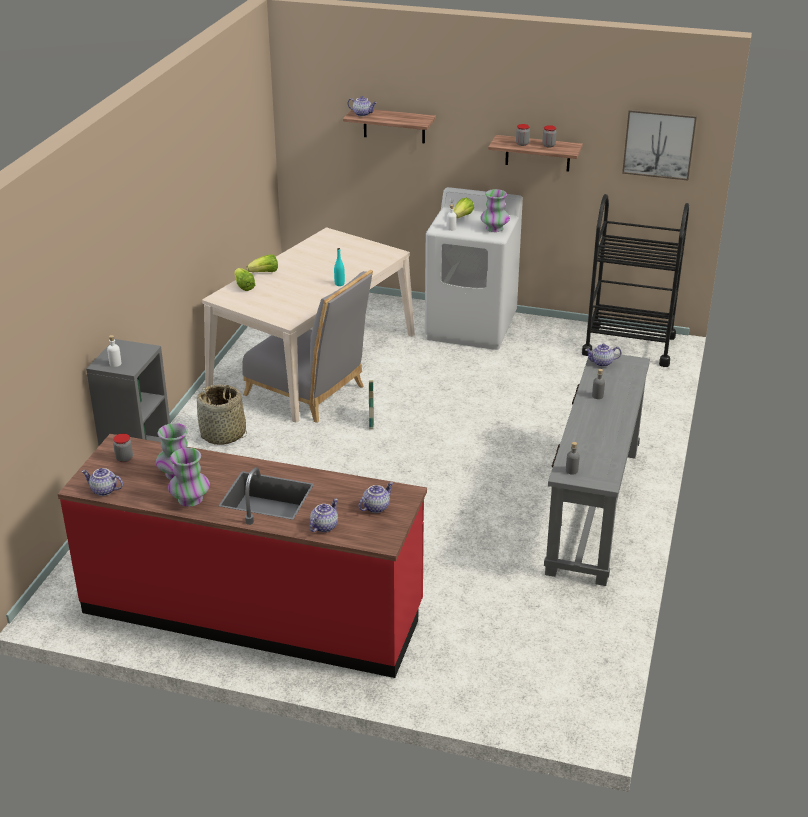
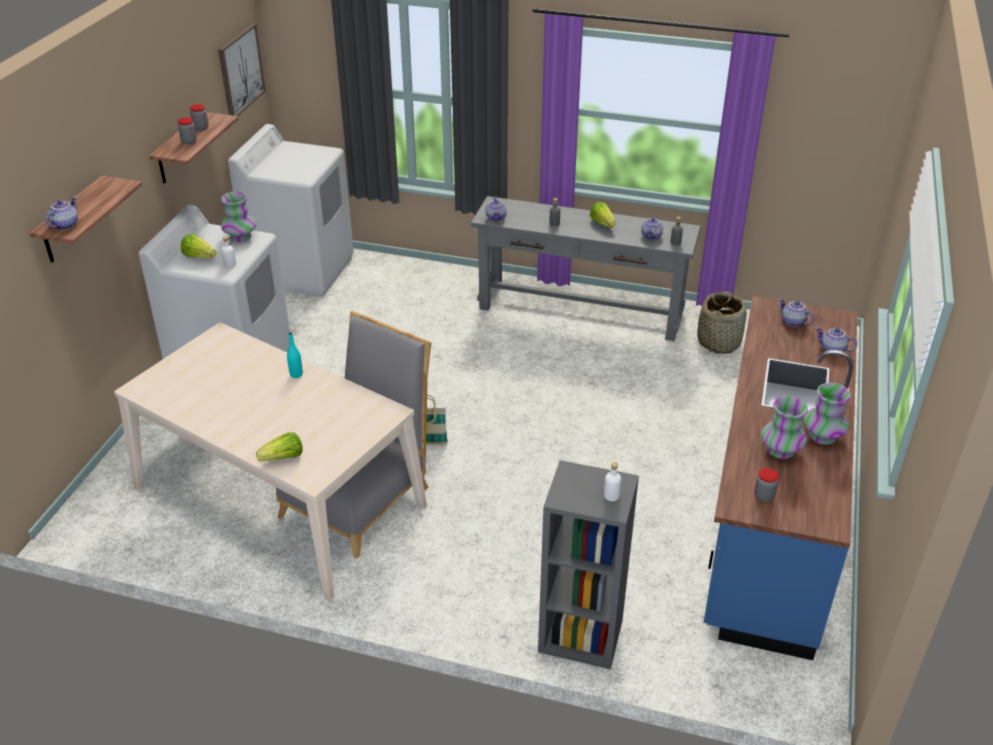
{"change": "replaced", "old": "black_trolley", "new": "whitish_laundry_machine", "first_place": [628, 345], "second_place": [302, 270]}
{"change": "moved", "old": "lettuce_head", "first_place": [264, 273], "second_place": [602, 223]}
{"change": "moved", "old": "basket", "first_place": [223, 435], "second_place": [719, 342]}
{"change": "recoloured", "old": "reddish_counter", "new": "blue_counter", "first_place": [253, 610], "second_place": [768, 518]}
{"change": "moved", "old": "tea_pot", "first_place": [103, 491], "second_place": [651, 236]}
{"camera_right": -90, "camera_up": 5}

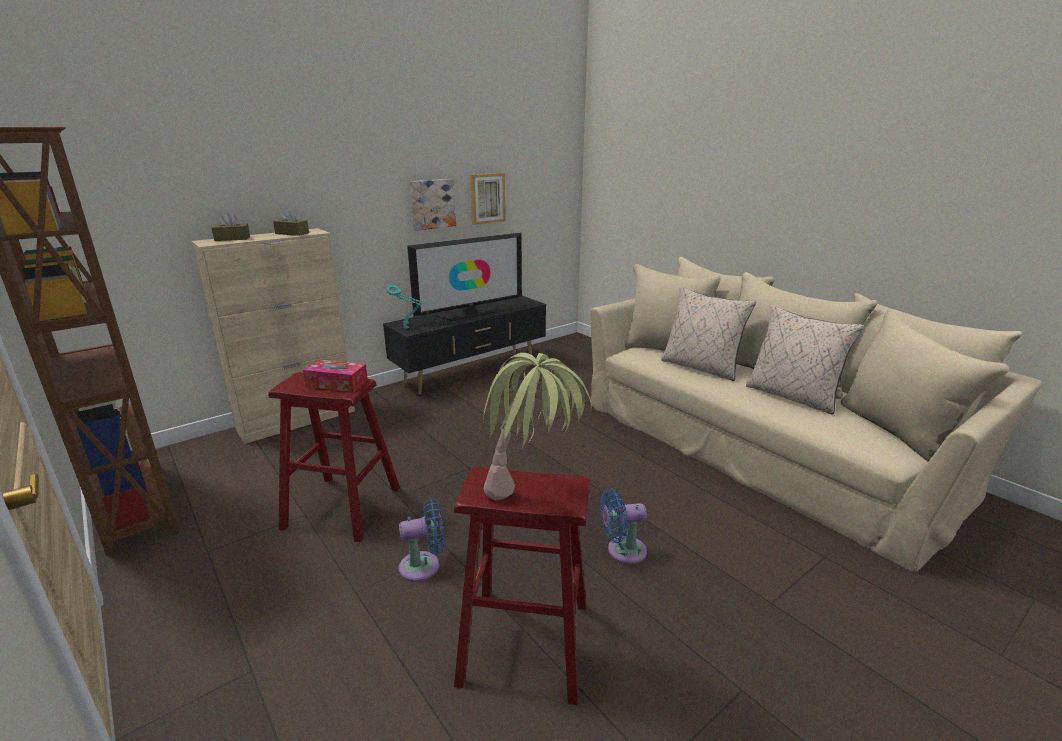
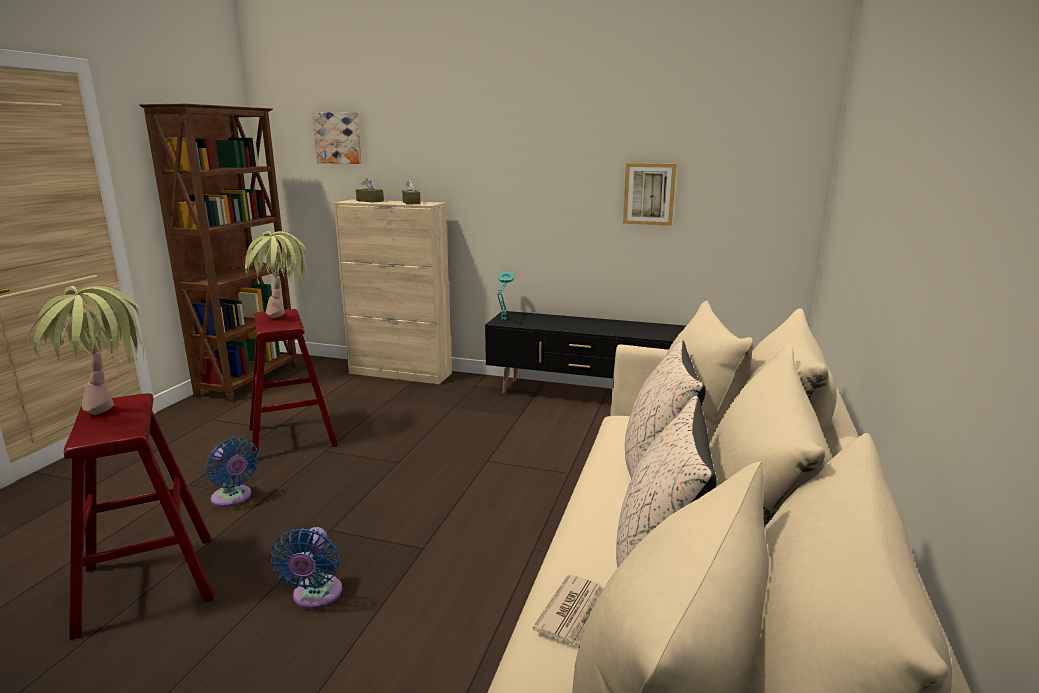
{"change": "moved", "old": "wall_picture", "first_place": [432, 204], "second_place": [338, 138]}
{"change": "removed", "old": "TV", "first_place": [470, 313]}
{"change": "replaced", "old": "box_of_tissues", "new": "houseplant", "first_place": [337, 383], "second_place": [283, 321]}
{"change": "turned", "old": "blue_fan", "first_place": [622, 551], "second_place": [315, 596], "degrees": -135}
{"change": "added", "new": "printed_paper", "second_place": [573, 612]}
{"camera_right": 55, "camera_up": -5}

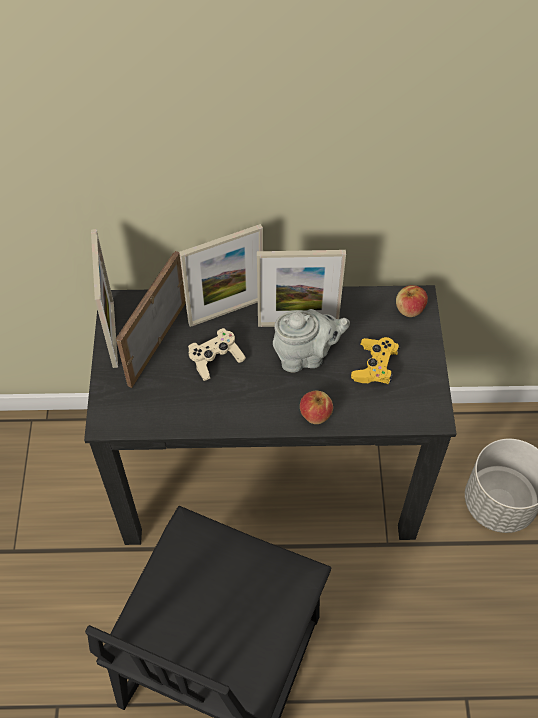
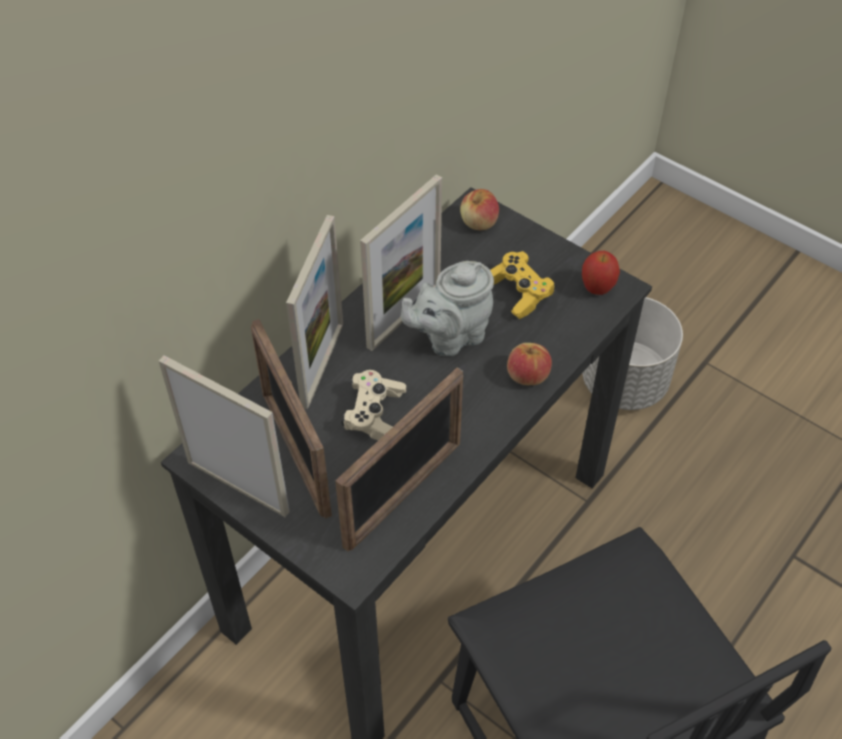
{"change": "turned", "old": "greyish_tea_pot", "first_place": [306, 356], "second_place": [450, 336], "degrees": -150}
{"change": "added", "new": "apple_fruit", "second_place": [597, 289]}
{"change": "added", "new": "picture_frame", "second_place": [404, 494]}
{"camera_right": -50, "camera_up": -5}

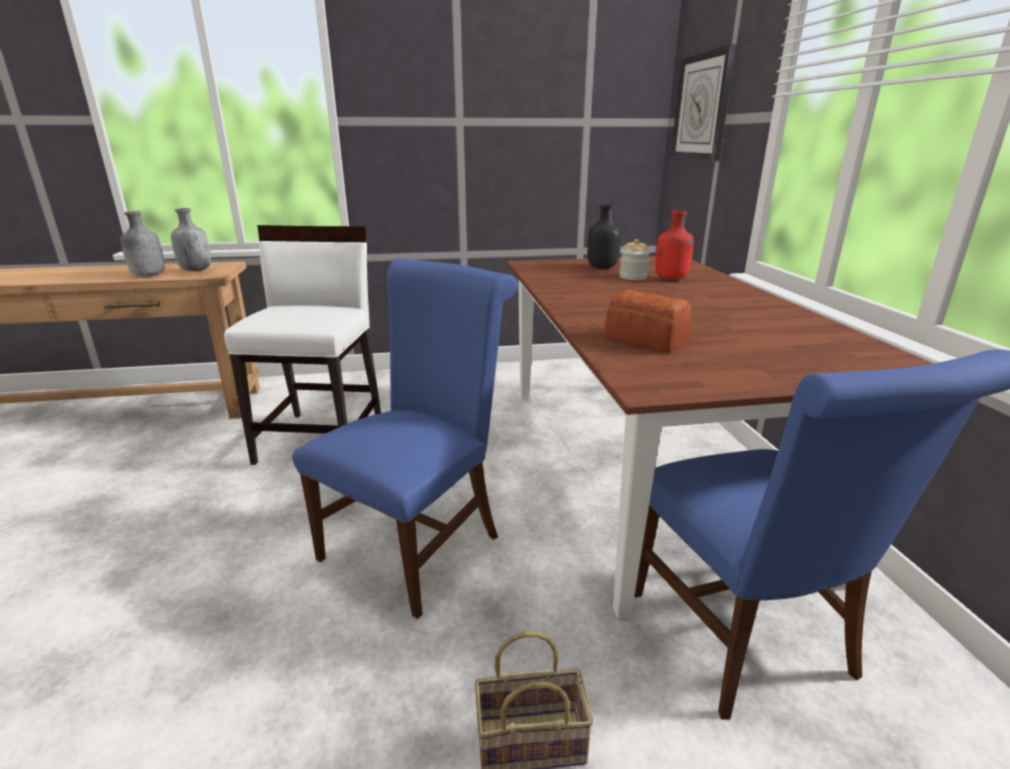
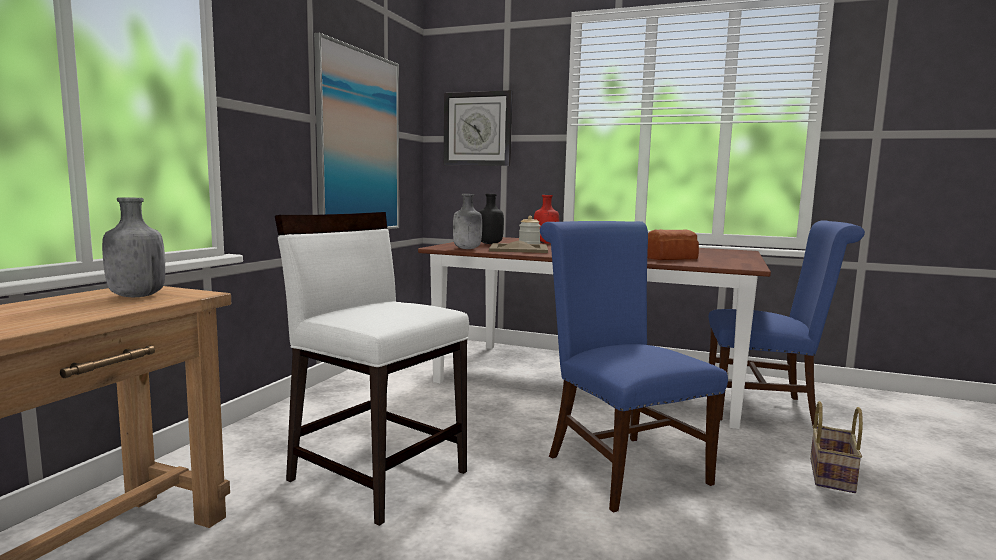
{"change": "moved", "old": "greyish_drink_bottle", "first_place": [148, 276], "second_place": [467, 249]}
{"change": "added", "new": "wall_picture", "second_place": [359, 142]}
{"change": "added", "new": "beige_serving_tray", "second_place": [518, 249]}
{"camera_right": -60, "camera_up": -15}

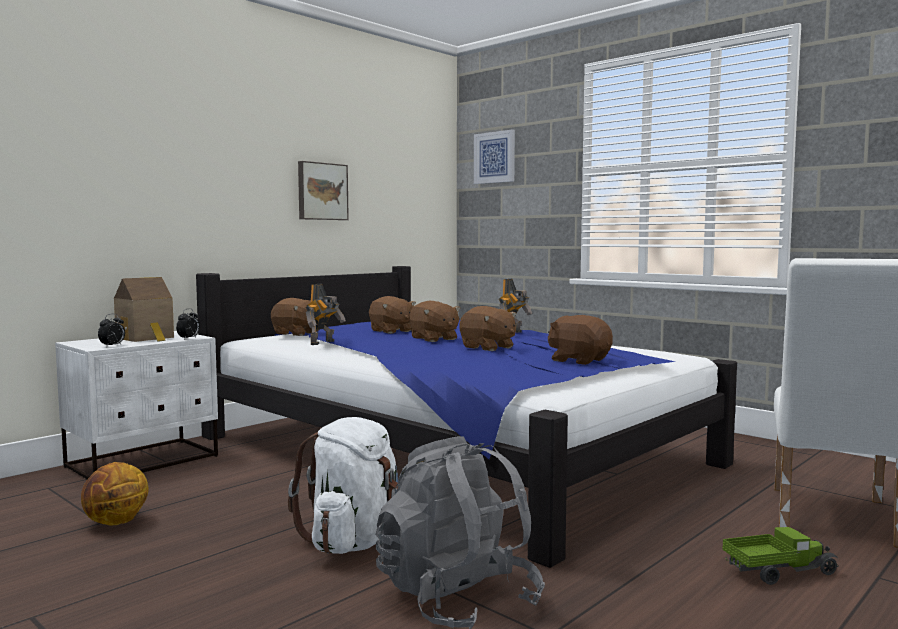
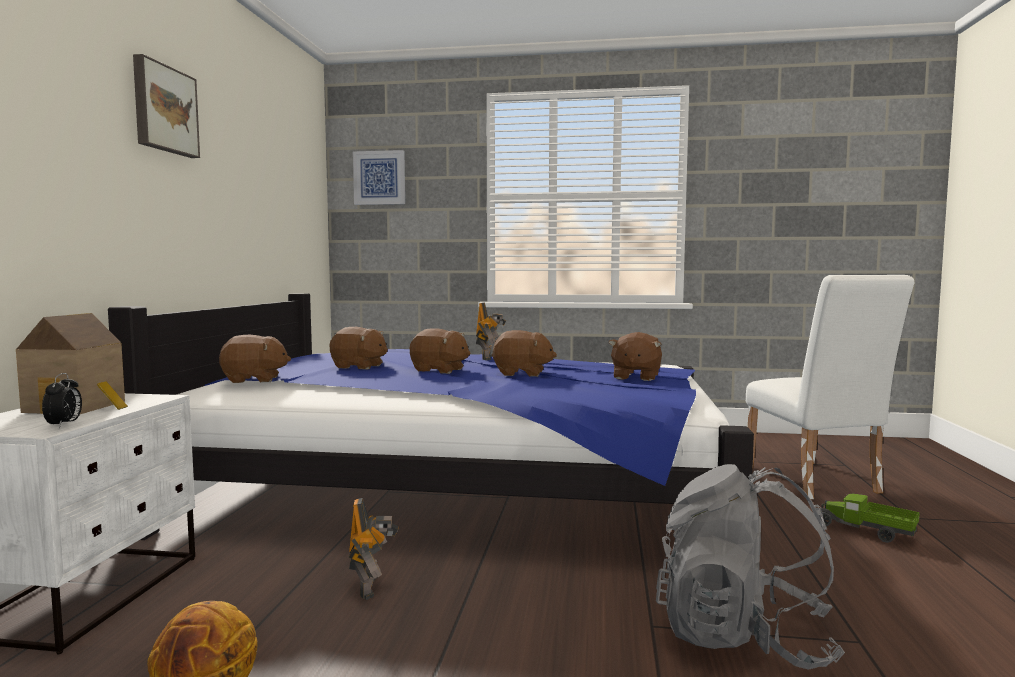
{"change": "moved", "old": "wall_picture", "first_place": [321, 191], "second_place": [164, 109]}
{"change": "moved", "old": "toy_robot", "first_place": [324, 343], "second_place": [371, 586]}
{"change": "removed", "old": "table_clock", "first_place": [189, 338]}
{"change": "turned", "old": "brown-coloured_cuddly_toy", "first_place": [579, 360], "second_place": [635, 377], "degrees": -75}
{"change": "removed", "old": "whitish_rucksack", "first_place": [353, 541]}
{"change": "turned", "old": "toy_truck", "first_place": [778, 572], "second_place": [865, 531], "degrees": -90}
{"camera_right": -35, "camera_up": 0}

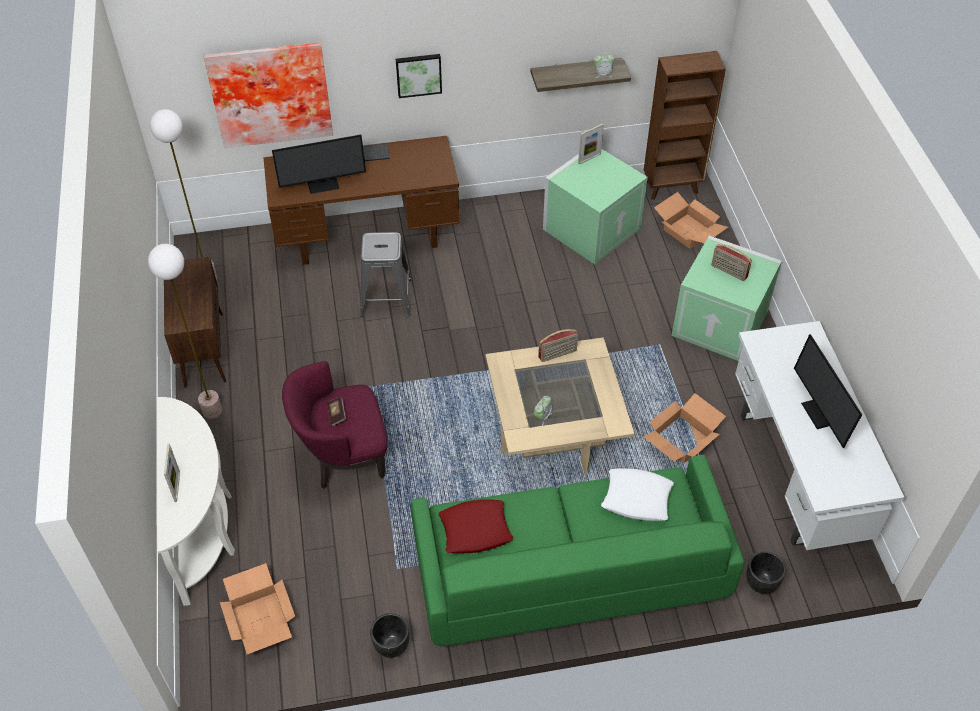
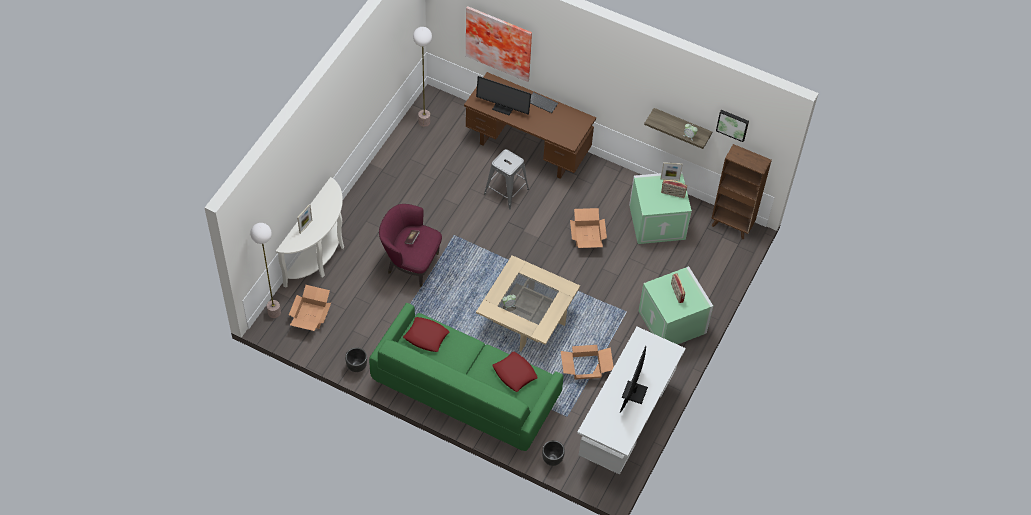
{"change": "moved", "old": "wall_picture", "first_place": [418, 74], "second_place": [733, 124]}
{"change": "moved", "old": "carton", "first_place": [689, 231], "second_place": [588, 236]}
{"change": "moved", "old": "floor_lamp", "first_place": [212, 410], "second_place": [274, 312]}
{"change": "removed", "old": "brown-coloured_cupboard", "first_place": [204, 349]}
{"change": "moved", "old": "radio", "first_place": [557, 354], "second_place": [673, 194]}
{"change": "recoloured", "old": "whitish_pillow", "new": "reddish_pillow", "first_place": [637, 498], "second_place": [514, 373]}
{"camera_right": 35, "camera_up": 5}

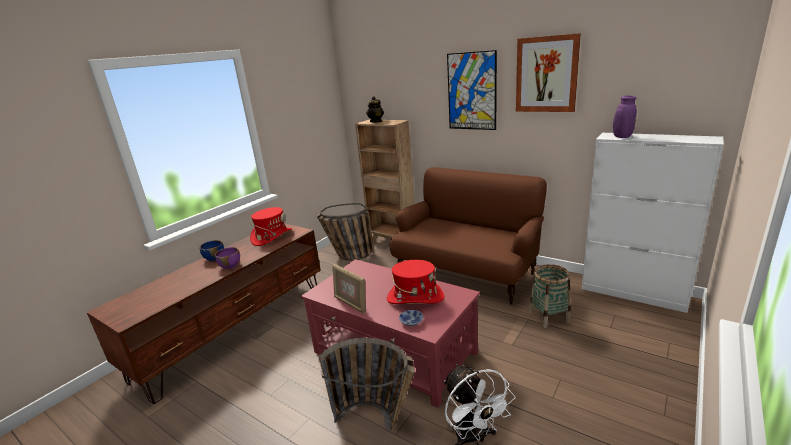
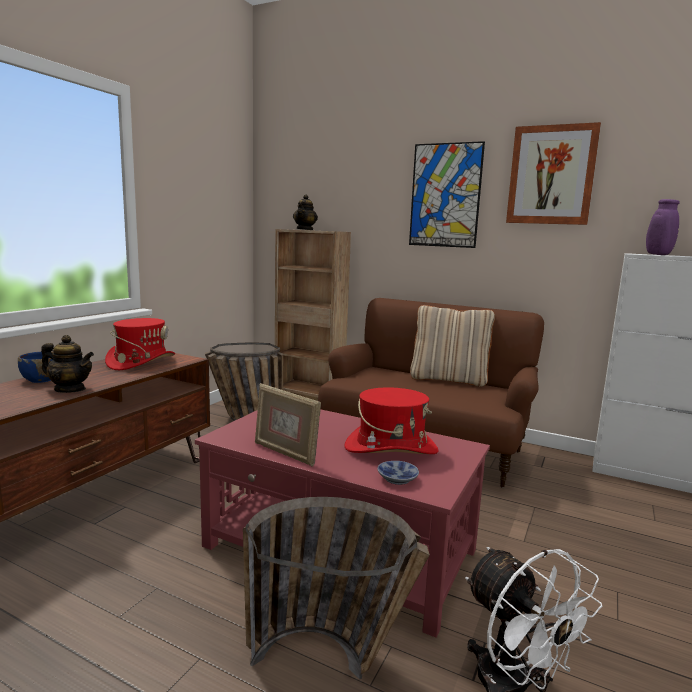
{"change": "replaced", "old": "purple-coloured_deep_dish", "new": "tea_pot", "first_place": [230, 265], "second_place": [70, 389]}
{"change": "removed", "old": "basket", "first_place": [549, 316]}
{"change": "added", "new": "beige_pillow", "second_place": [449, 379]}
{"camera_right": -10, "camera_up": -10}

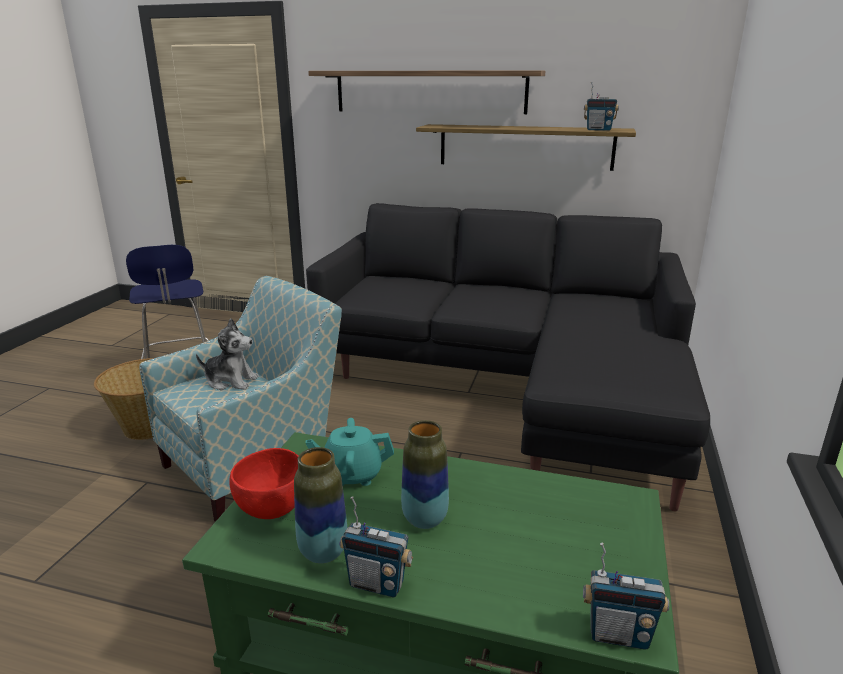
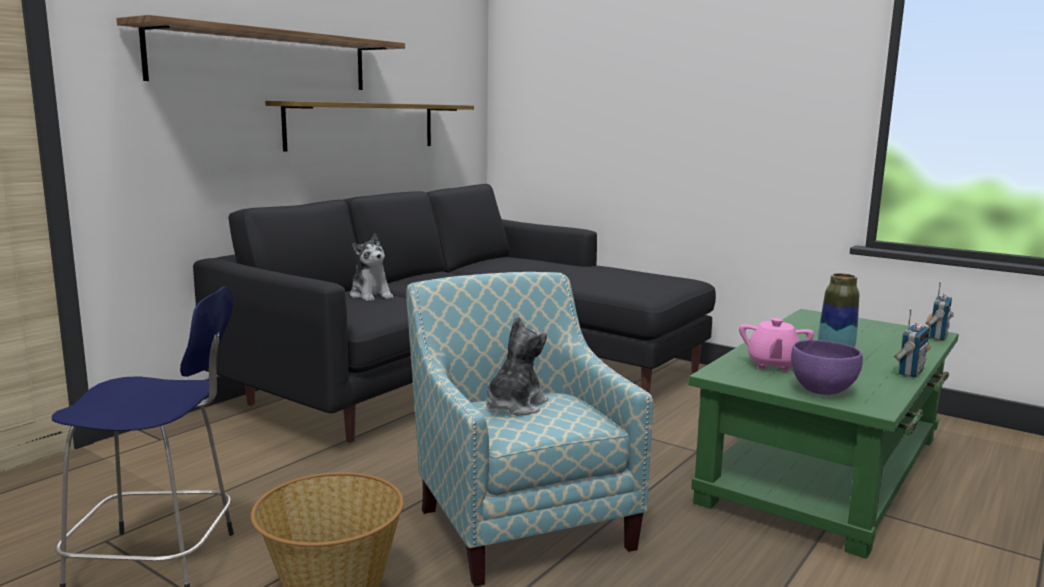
{"change": "removed", "old": "radio", "first_place": [598, 130]}
{"change": "recoloured", "old": "blue-green_tea_pot", "new": "pink-coloured_tea_pot", "first_place": [351, 475], "second_place": [772, 365]}
{"change": "removed", "old": "vase", "first_place": [323, 552]}
{"change": "recoloured", "old": "reddish_deep_dish", "new": "purple-coloured_deep_dish", "first_place": [271, 508], "second_place": [822, 390]}
{"change": "added", "new": "cuddly_toy", "second_place": [371, 296]}
{"camera_right": -70, "camera_up": -10}

